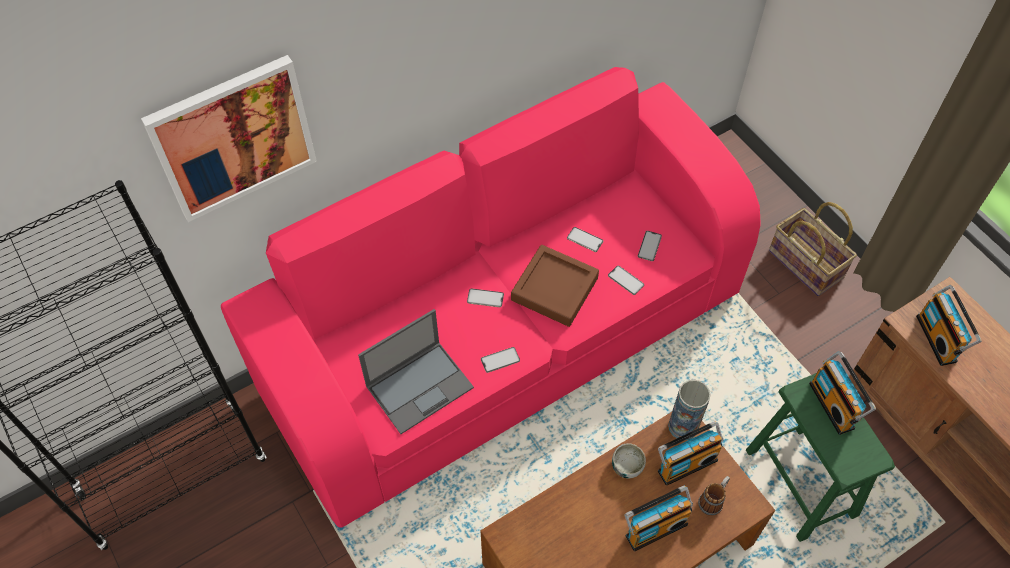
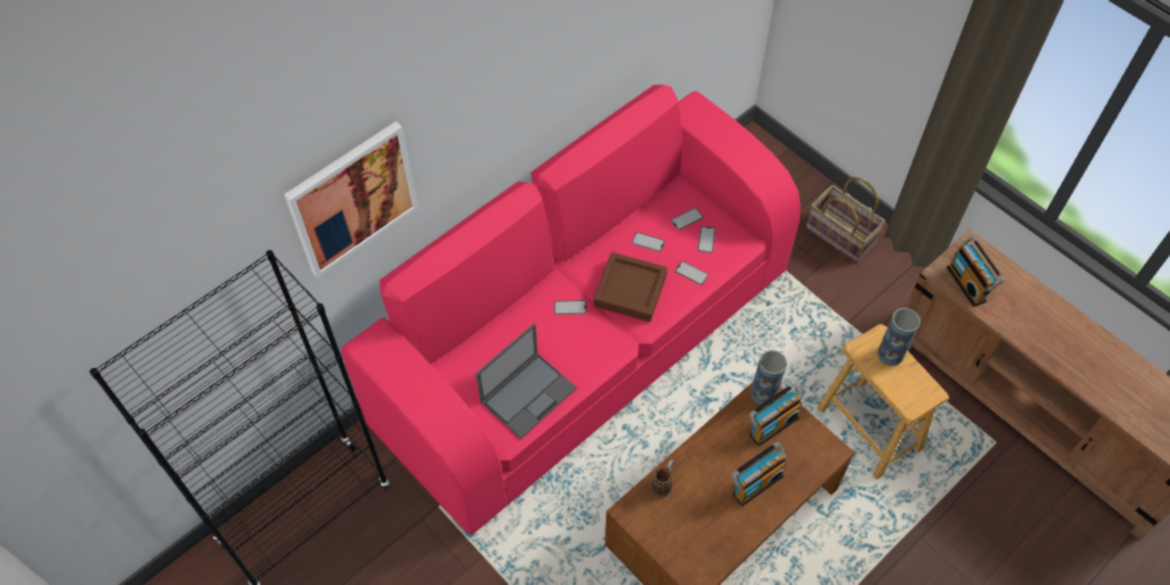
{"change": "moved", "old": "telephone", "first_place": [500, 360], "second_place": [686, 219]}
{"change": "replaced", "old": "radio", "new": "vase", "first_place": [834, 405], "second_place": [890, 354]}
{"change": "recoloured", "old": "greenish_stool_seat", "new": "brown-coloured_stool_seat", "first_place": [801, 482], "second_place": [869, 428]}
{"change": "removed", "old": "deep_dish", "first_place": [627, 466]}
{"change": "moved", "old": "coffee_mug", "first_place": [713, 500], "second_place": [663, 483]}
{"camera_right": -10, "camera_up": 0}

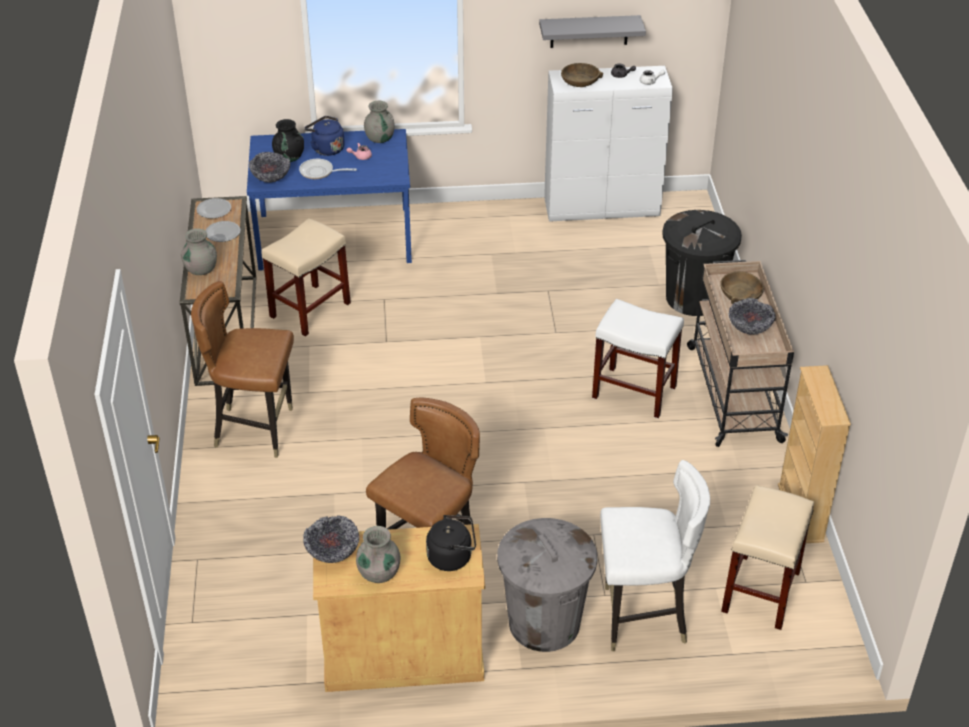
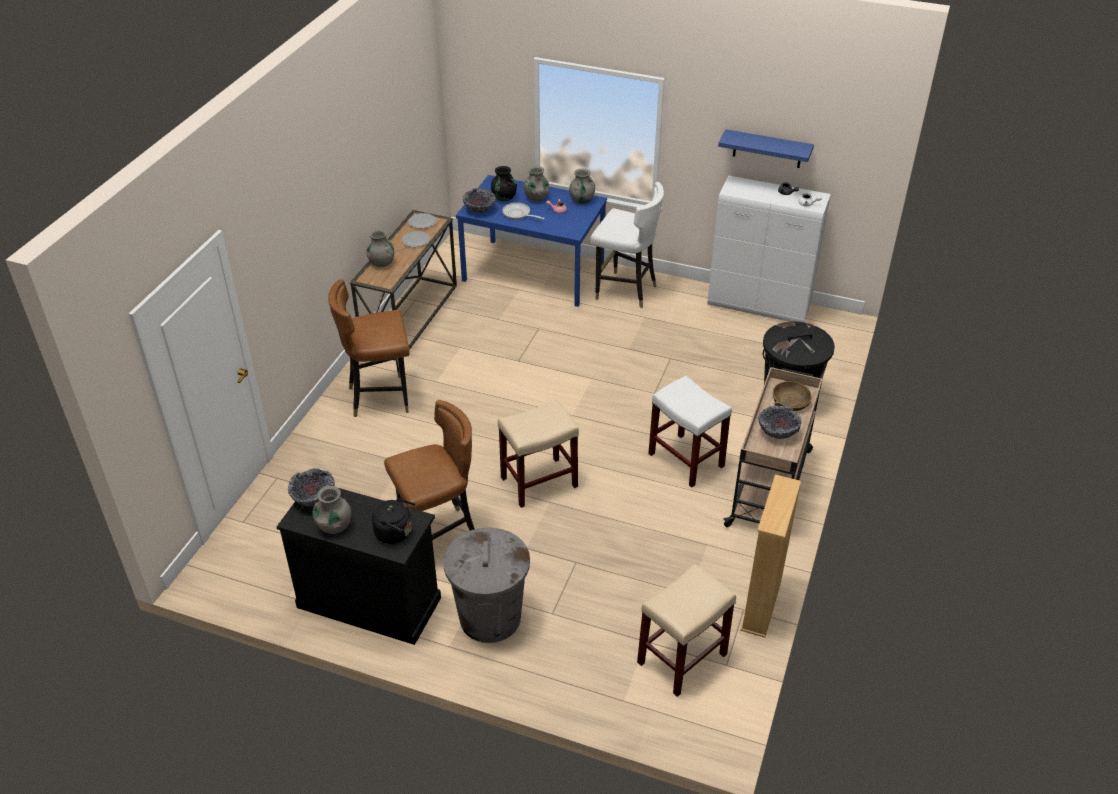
{"change": "recoloured", "old": "greyish_shelf", "new": "blue_shelf", "first_place": [589, 31], "second_place": [767, 149]}
{"change": "removed", "old": "brown-coloured_deep_dish", "first_place": [580, 80]}
{"change": "replaced", "old": "blue_tea_kettle", "new": "greyish_vase", "first_place": [326, 148], "second_place": [536, 198]}
{"change": "moved", "old": "beige_stool_seat", "first_place": [310, 309], "second_place": [539, 482]}
{"change": "turned", "old": "brown-coloured_chair", "first_place": [255, 430], "second_place": [380, 397], "degrees": -45}
{"change": "moved", "old": "whitish_chair", "first_place": [642, 618], "second_place": [625, 291]}
{"change": "recoloured", "old": "beige_cupboard", "new": "black_cupboard", "first_place": [403, 655], "second_place": [369, 602]}
{"camera_right": 25, "camera_up": 0}

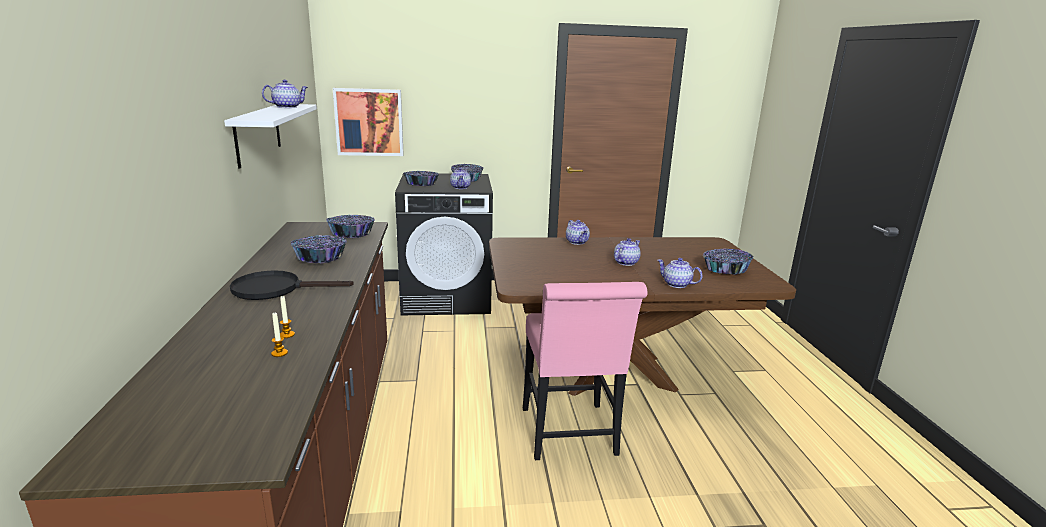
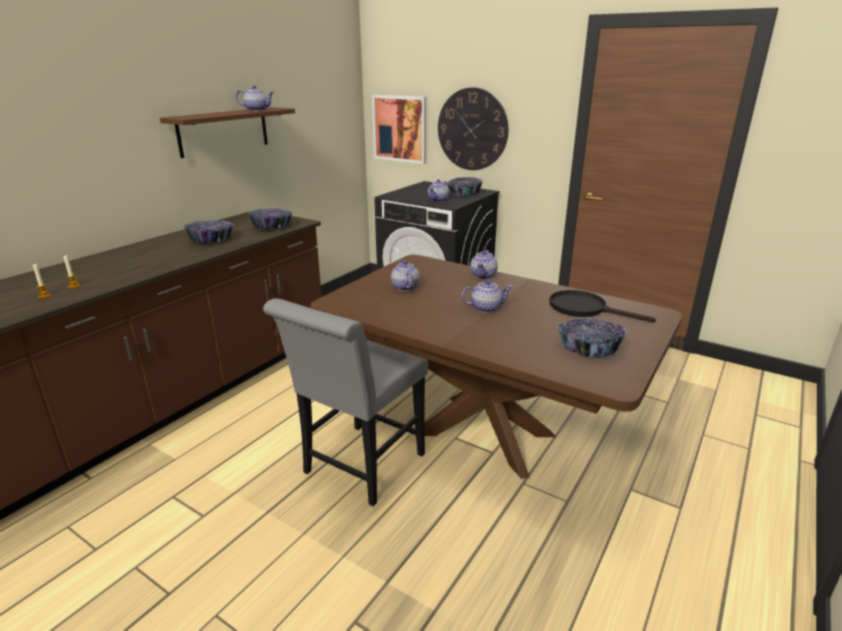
{"change": "recoloured", "old": "whitish_shelf", "new": "brown-coloured_shelf", "first_place": [258, 133], "second_place": [224, 131]}
{"change": "removed", "old": "deep_dish", "first_place": [422, 185]}
{"change": "moved", "old": "tea_pot", "first_place": [676, 284], "second_place": [404, 287]}
{"change": "moved", "old": "black_frying_pan", "first_place": [276, 289], "second_place": [585, 309]}
{"change": "recoloured", "old": "pink-coloured_chair", "new": "greyish_chair", "first_place": [570, 436], "second_place": [359, 468]}
{"change": "added", "new": "clock_on_the_wall", "second_place": [472, 129]}
{"camera_right": 40, "camera_up": 5}

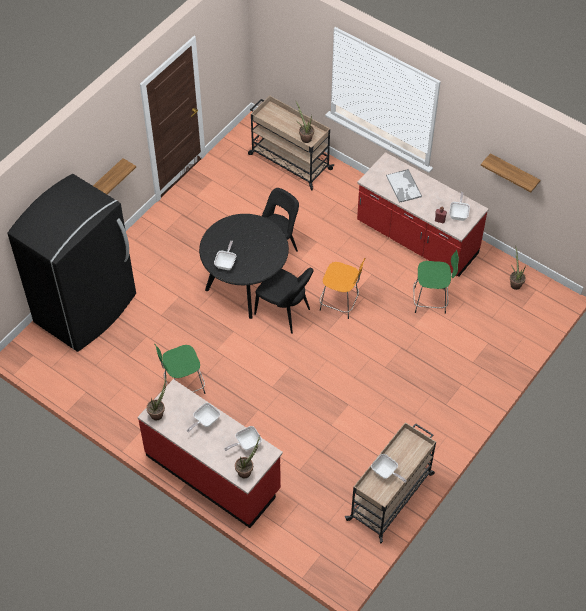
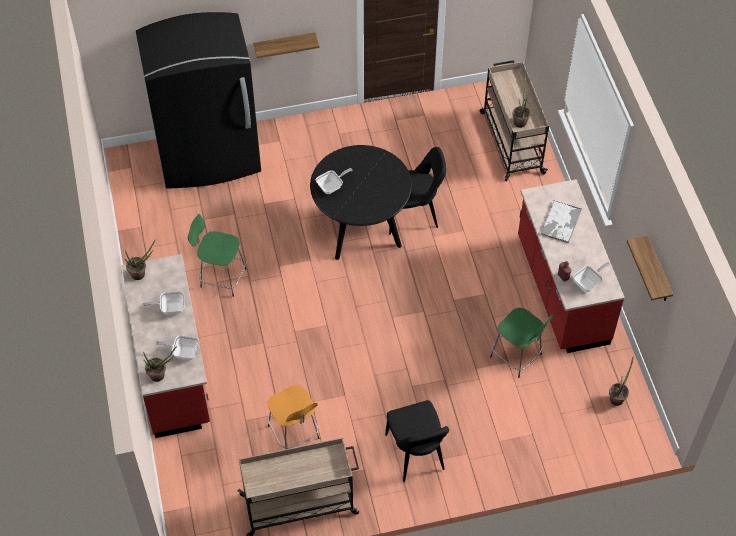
{"change": "moved", "old": "orange-coloured_stool_seat", "first_place": [340, 303], "second_place": [294, 434]}
{"change": "moved", "old": "black_chair", "first_place": [284, 313], "second_place": [416, 455]}
{"change": "removed", "old": "frying_pan", "first_place": [386, 473]}
{"camera_right": 40, "camera_up": 0}

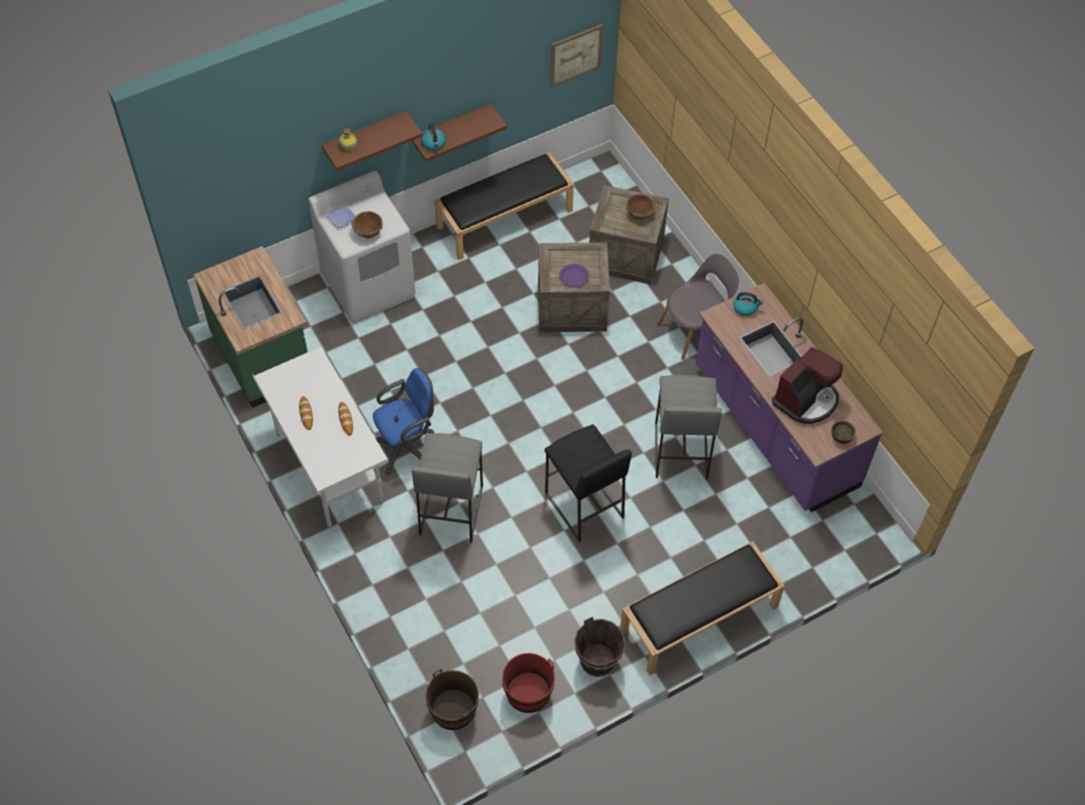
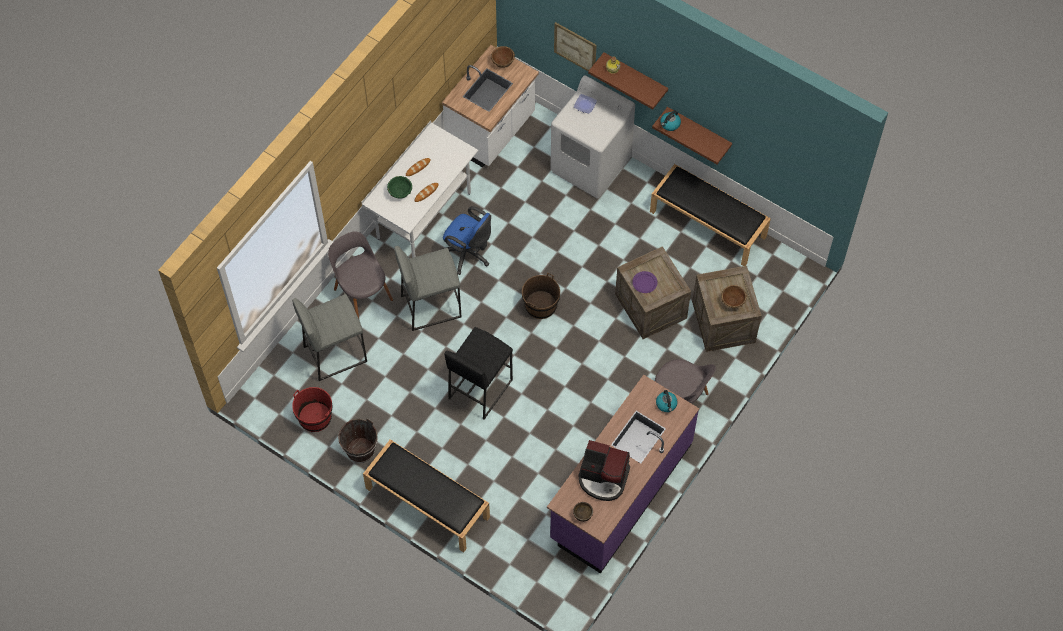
{"change": "moved", "old": "wall_picture", "first_place": [575, 55], "second_place": [575, 48]}
{"change": "moved", "old": "brown-coloured_deep_dish", "first_place": [368, 233], "second_place": [502, 63]}
{"change": "recoloured", "old": "greenish_counter", "new": "whitish_counter", "first_place": [263, 356], "second_place": [492, 131]}
{"change": "moved", "old": "greyish_stool_seat", "first_place": [680, 450], "second_place": [335, 353]}
{"change": "moved", "old": "brown-coloured_water_bucket", "first_place": [453, 710], "second_place": [541, 305]}
{"change": "added", "new": "greenish_deep_dish", "second_place": [400, 193]}
{"change": "added", "new": "greyish_chair", "second_place": [362, 292]}
{"camera_right": 65, "camera_up": 5}

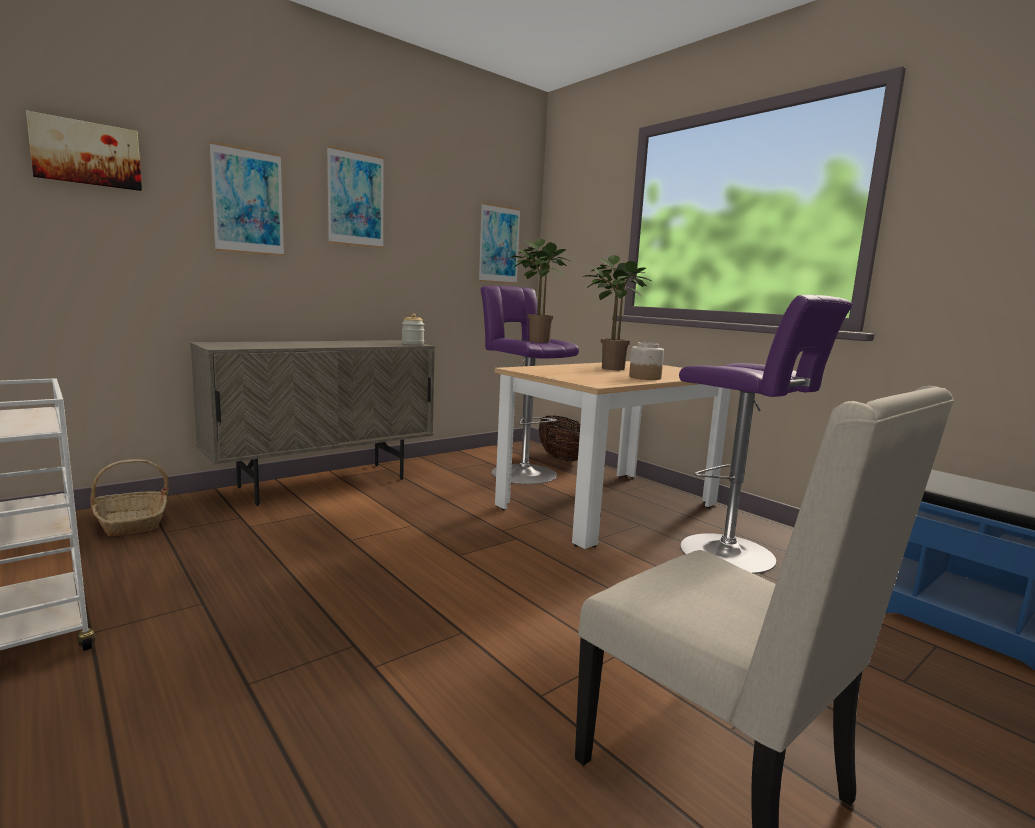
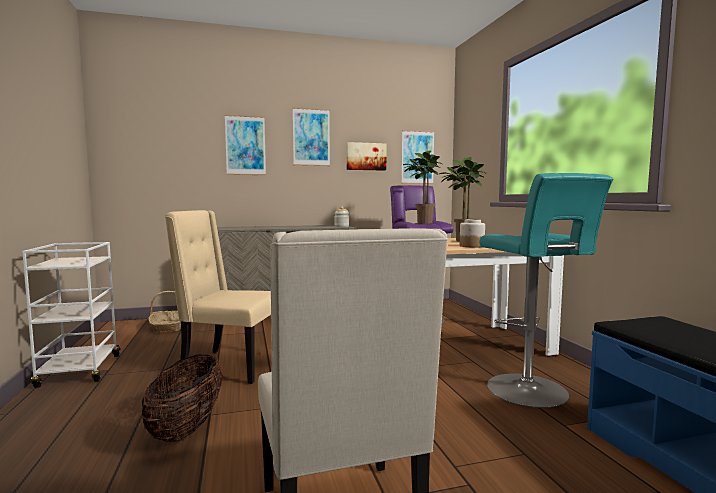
{"change": "moved", "old": "wall_picture", "first_place": [86, 153], "second_place": [366, 156]}
{"change": "recoloured", "old": "purple-coloured_stool_seat", "new": "blue-green_stool_seat", "first_place": [733, 555], "second_place": [531, 392]}
{"change": "moved", "old": "basket", "first_place": [561, 458], "second_place": [187, 427]}
{"change": "added", "new": "beige_chair", "second_place": [230, 366]}
{"camera_right": 25, "camera_up": -5}

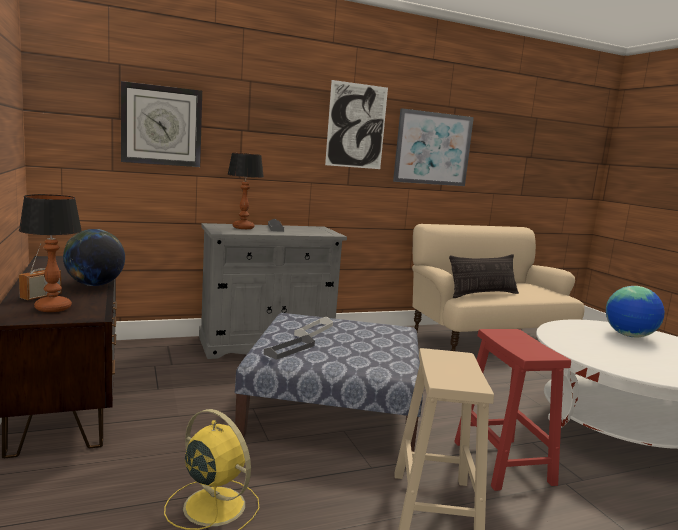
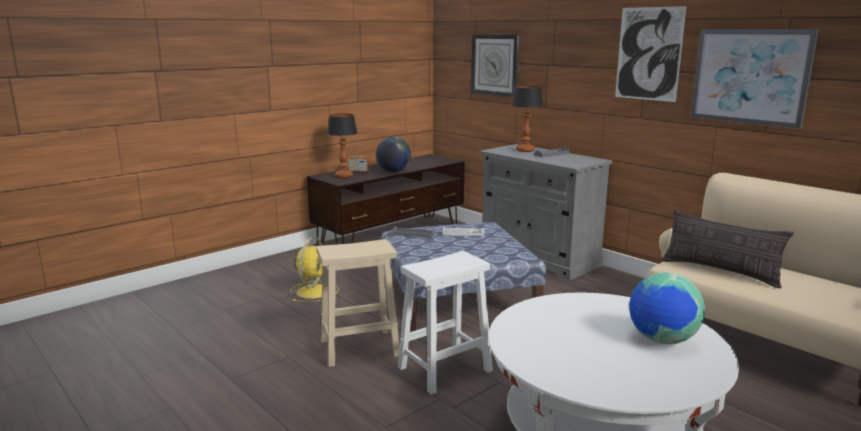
{"change": "recoloured", "old": "reddish_stool_seat", "new": "whitish_stool_seat", "first_place": [504, 463], "second_place": [443, 370]}
{"camera_right": 70, "camera_up": 5}

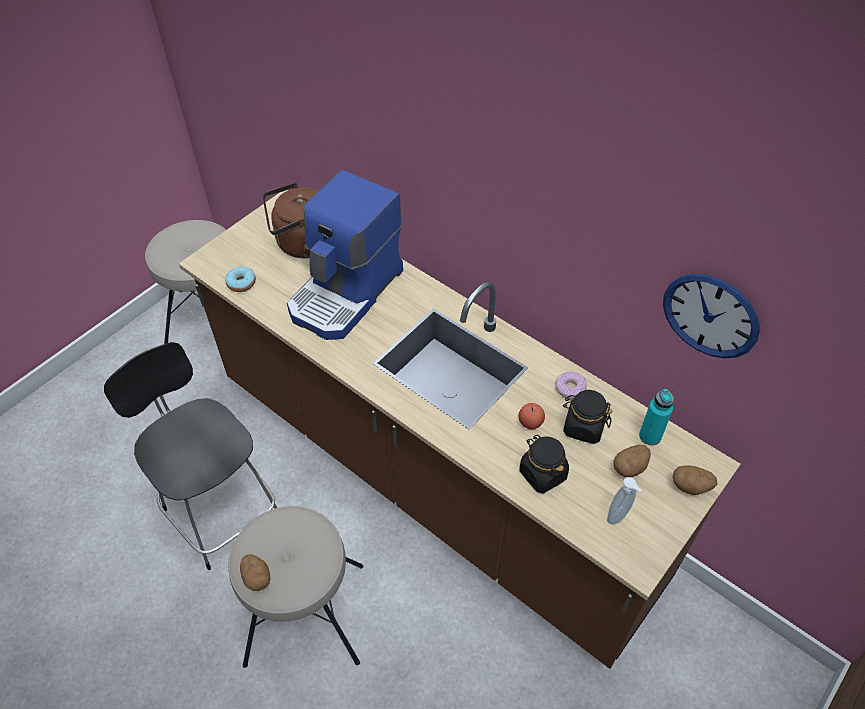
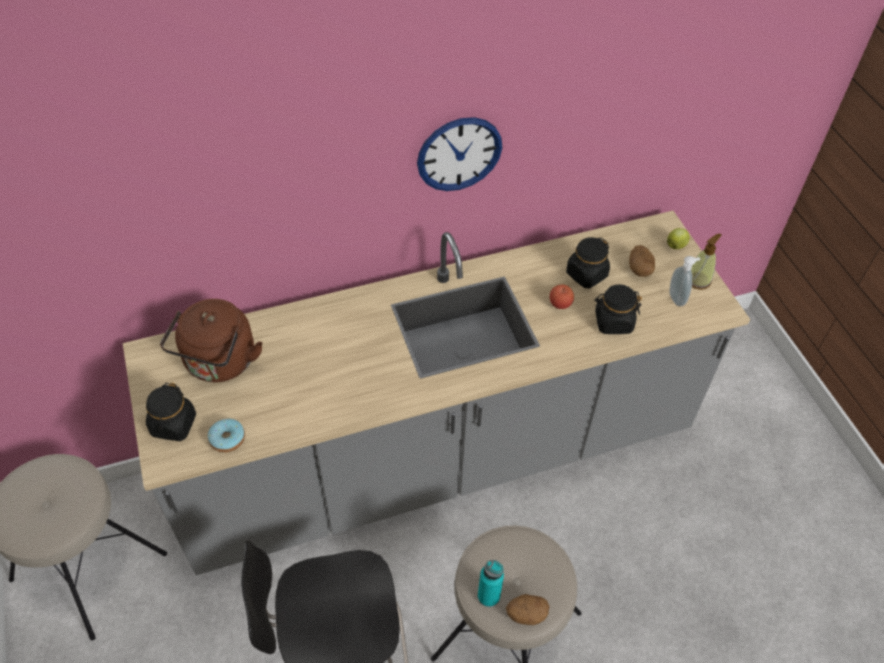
{"change": "removed", "old": "coffee_maker", "first_place": [347, 293]}
{"change": "recoloured", "old": "brown-coloured_counter", "new": "greyish_counter", "first_place": [433, 477], "second_place": [438, 458]}
{"change": "moved", "old": "clock_on_the_wall", "first_place": [710, 315], "second_place": [459, 154]}
{"change": "removed", "old": "doughnut", "first_place": [570, 388]}
{"change": "moved", "old": "blue-green_drink_bottle", "first_place": [650, 436], "second_place": [488, 596]}
{"change": "replaced", "old": "potato", "new": "apple_fruit", "first_place": [691, 486], "second_place": [676, 245]}
{"change": "added", "new": "soap_bottle", "second_place": [698, 280]}
{"change": "added", "new": "black_jar", "second_place": [173, 425]}
{"camera_right": -60, "camera_up": 0}

